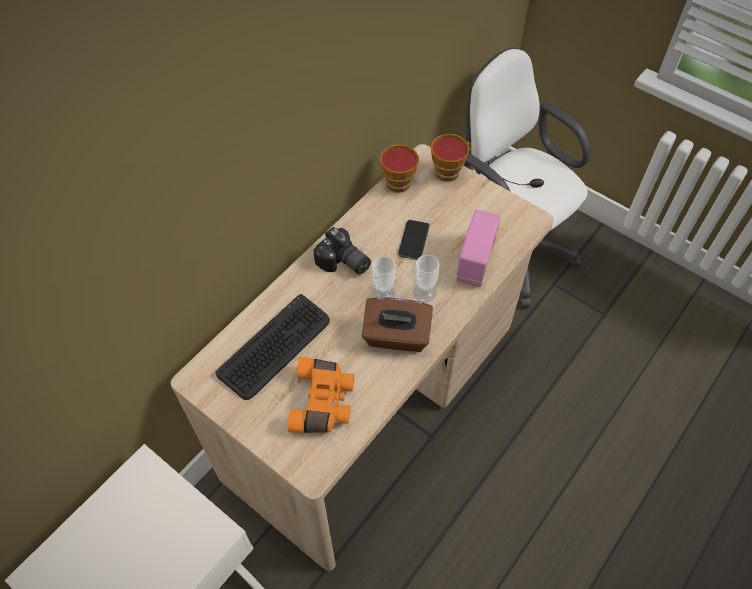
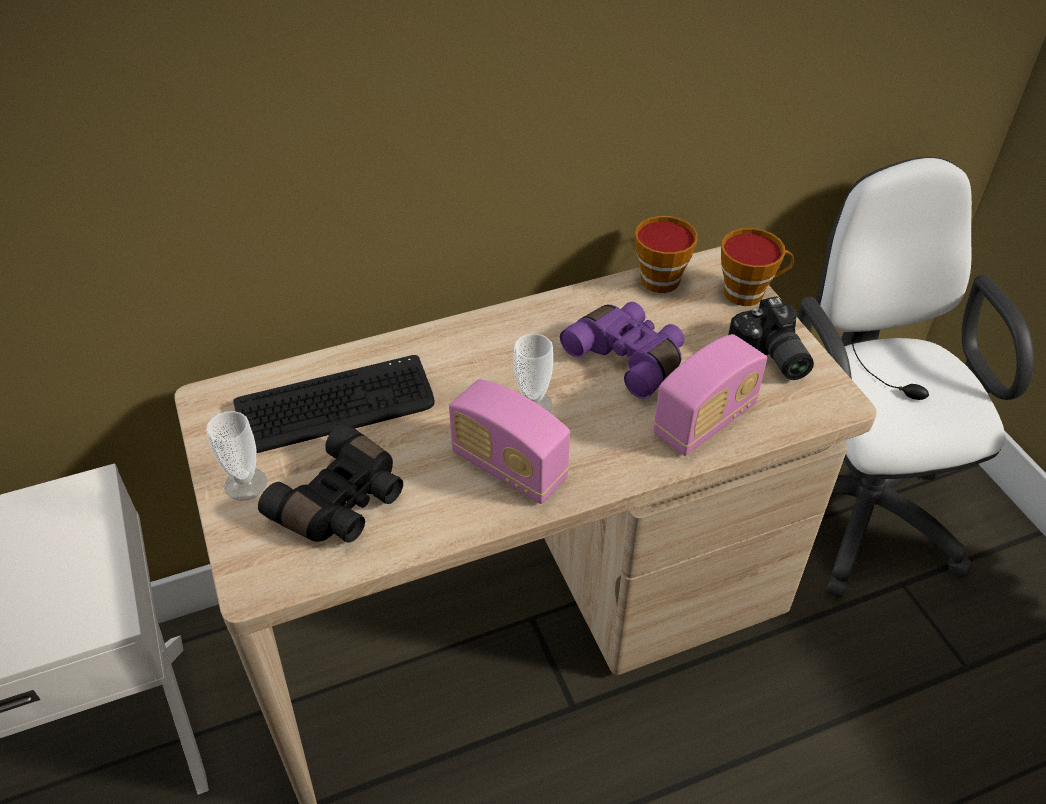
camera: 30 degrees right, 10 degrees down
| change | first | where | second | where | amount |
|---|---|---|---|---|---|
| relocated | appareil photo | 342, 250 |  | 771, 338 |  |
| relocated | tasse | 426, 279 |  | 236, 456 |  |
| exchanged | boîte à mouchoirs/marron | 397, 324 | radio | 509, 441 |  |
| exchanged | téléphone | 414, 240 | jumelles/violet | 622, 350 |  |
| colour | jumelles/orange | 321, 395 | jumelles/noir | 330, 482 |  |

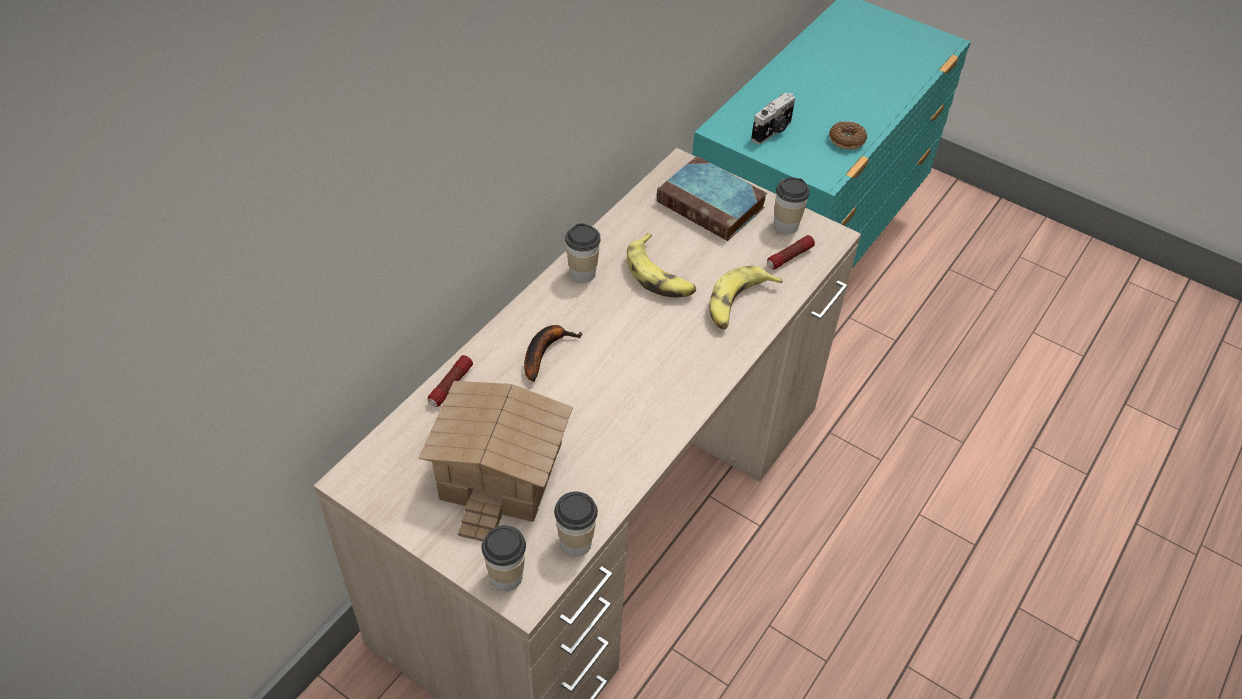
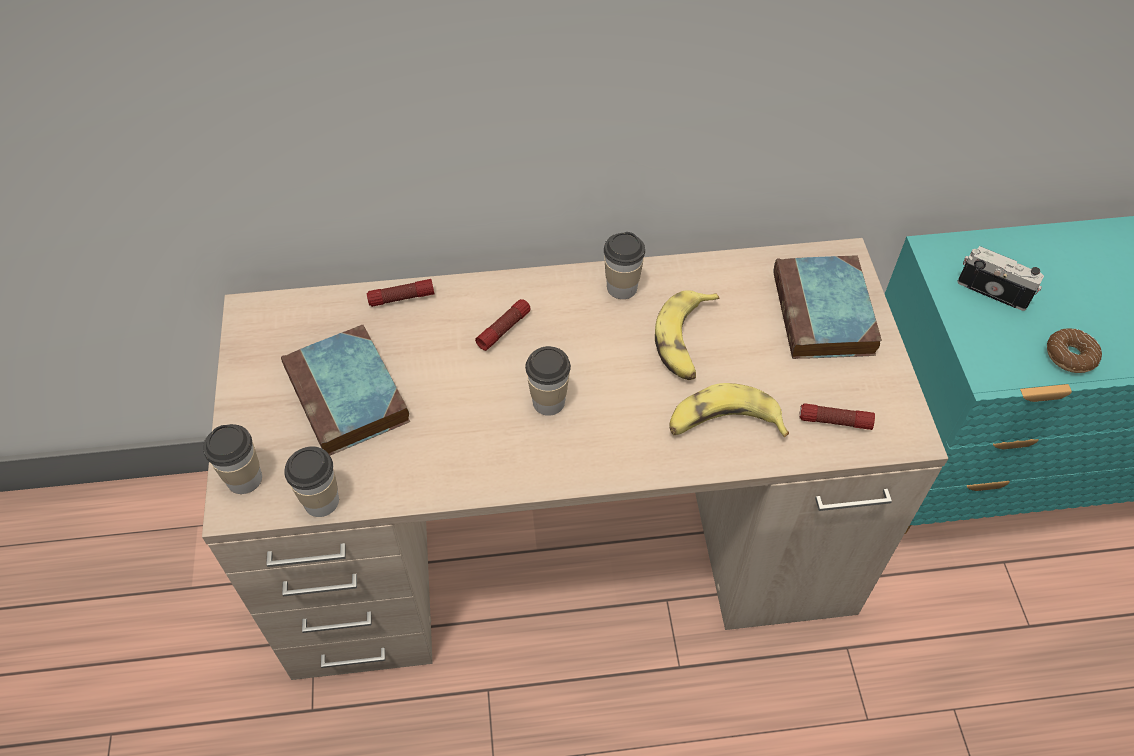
camera: 50 degrees right, 5 degrees up
| change | first | where | second | where | amount |
|---|---|---|---|---|---|
| relocated | tasse | 792, 205 |  | 548, 381 |  |
| exchanged | maison miniature | 495, 461 | livre | 345, 390 |  |
| exchanged | banane | 553, 353 | lampe de poche | 502, 325 |  |
| spun | appareil photo | 773, 118 |  | 1000, 278 | 150 degrees counterclockwise |

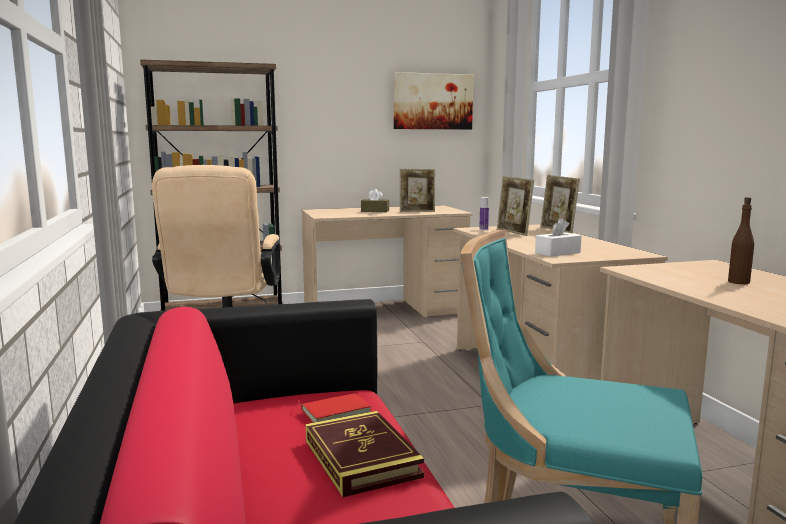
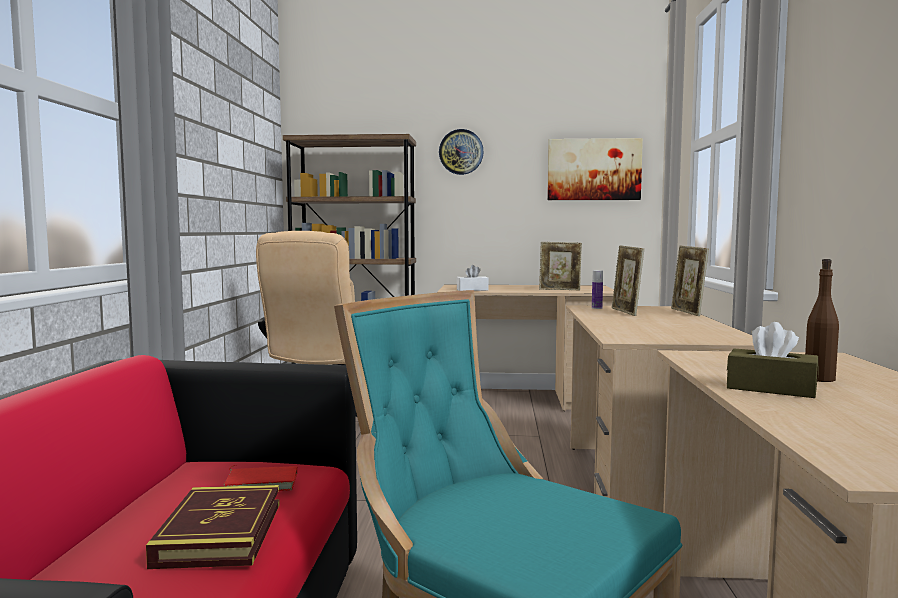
camera: 20 degrees right, 5 degrees down
| change | first | where | second | where | amount |
|---|---|---|---|---|---|
| appeared |  |  | horloge murale | 461, 152 |  |
| relocated | boîte à mouchoirs/marron | 375, 200 |  | 773, 360 |  |
| relocated | boîte à mouchoirs/blanc | 558, 237 |  | 473, 278 |  |

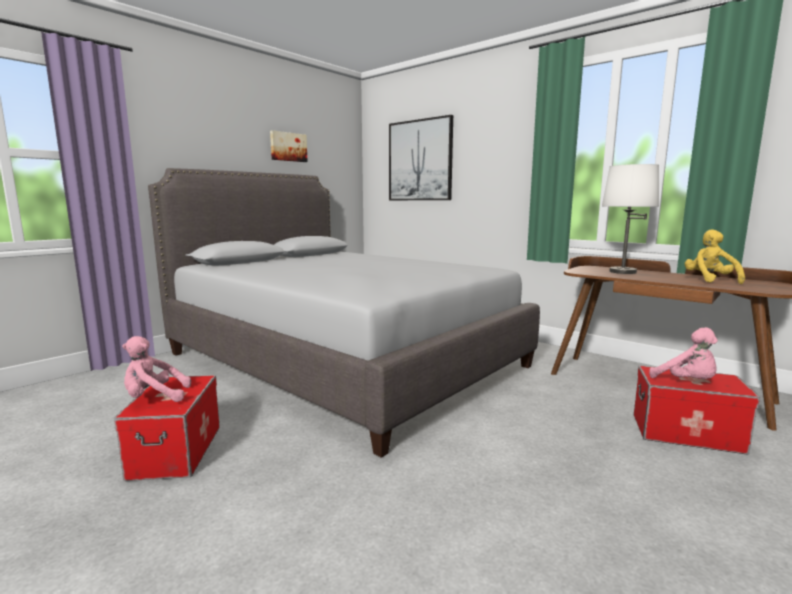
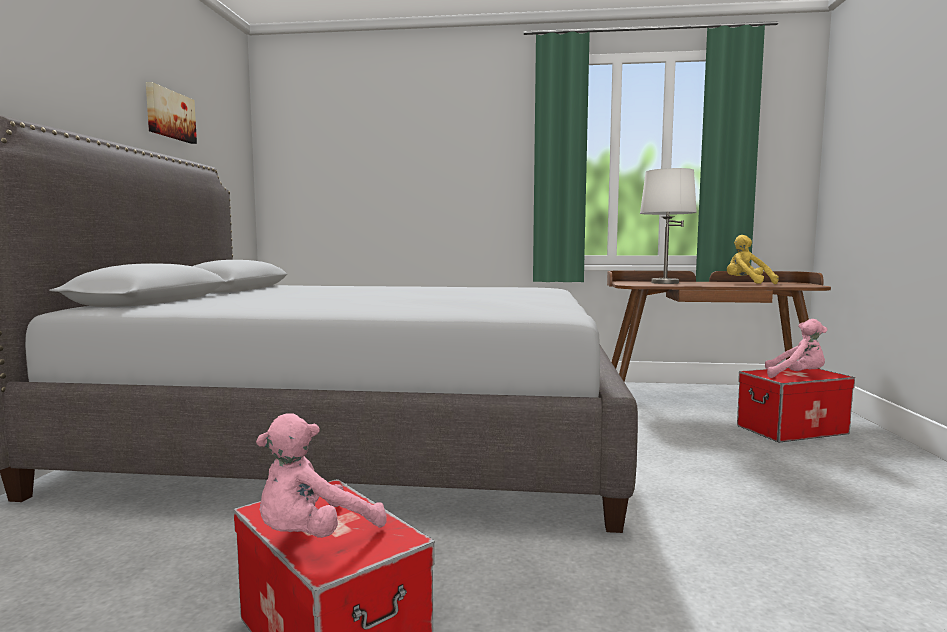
camera: 35 degrees left, 5 degrees down
| change | first | where | second | where | amount |
|---|---|---|---|---|---|
| missing | tableau | 421, 157 |  |  |  |

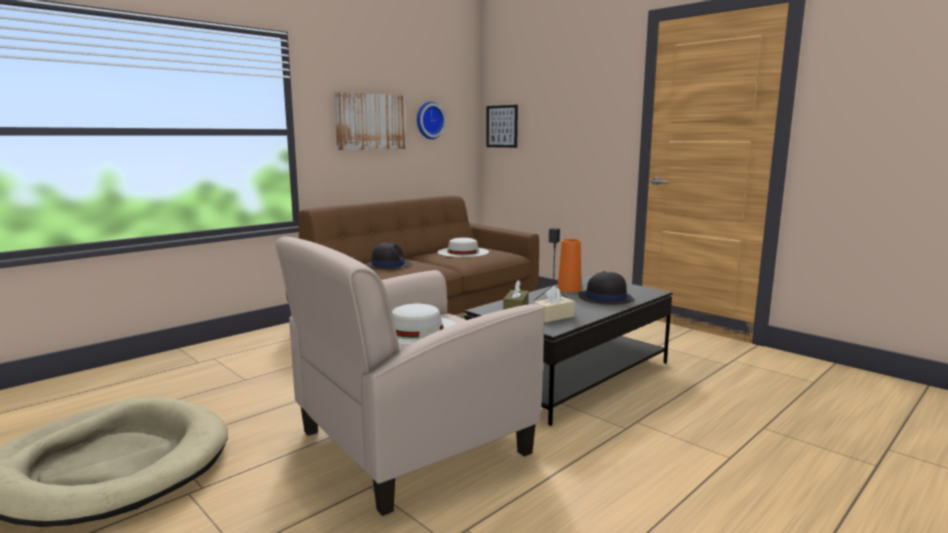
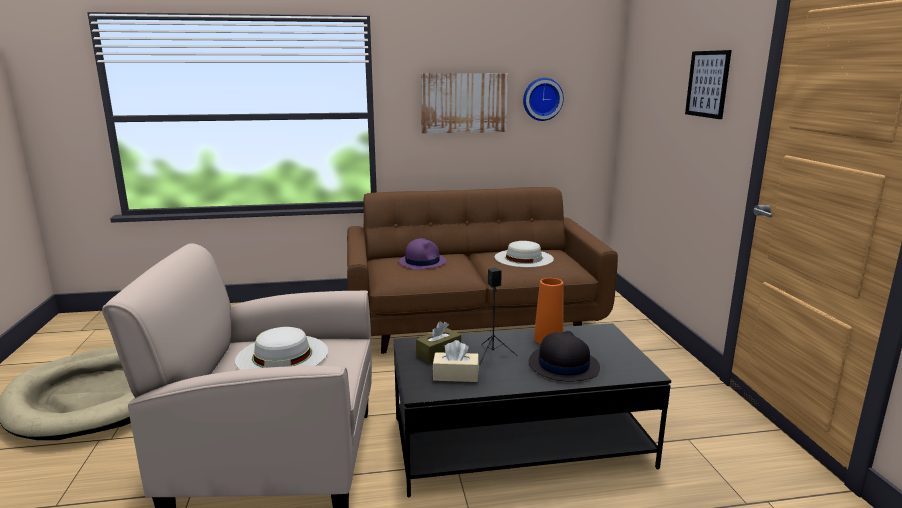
camera: 35 degrees right, 5 degrees up
| change | first | where | second | where | amount |
|---|---|---|---|---|---|
| relocated | tableau | 502, 126 |  | 708, 84 |  |
| colour | chapeau/noir | 388, 256 | chapeau/violet | 422, 254 |  |

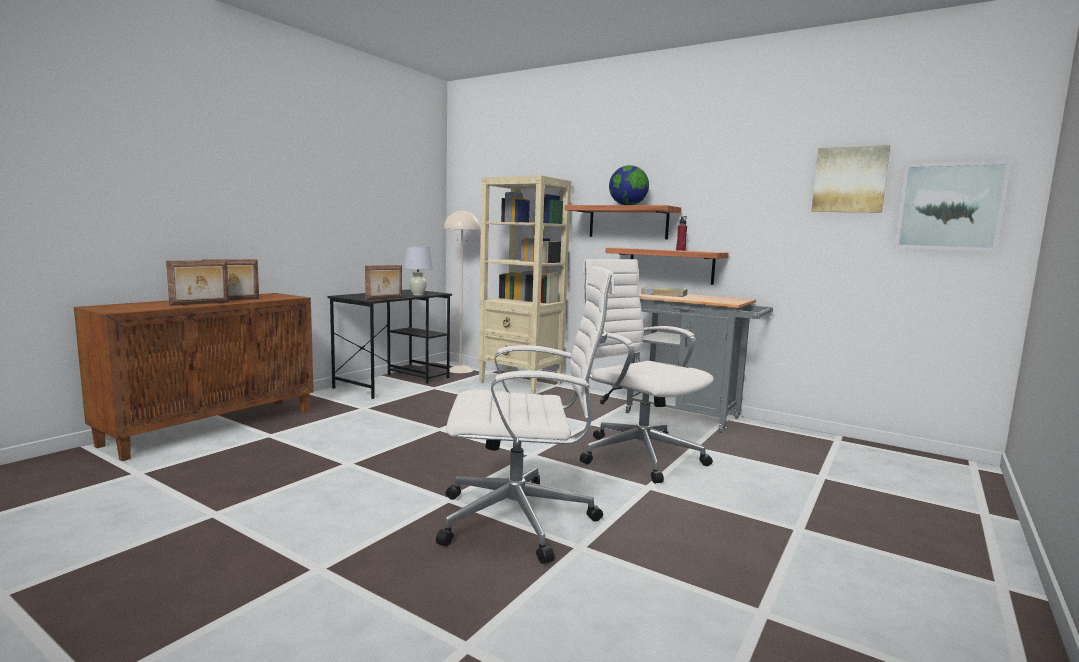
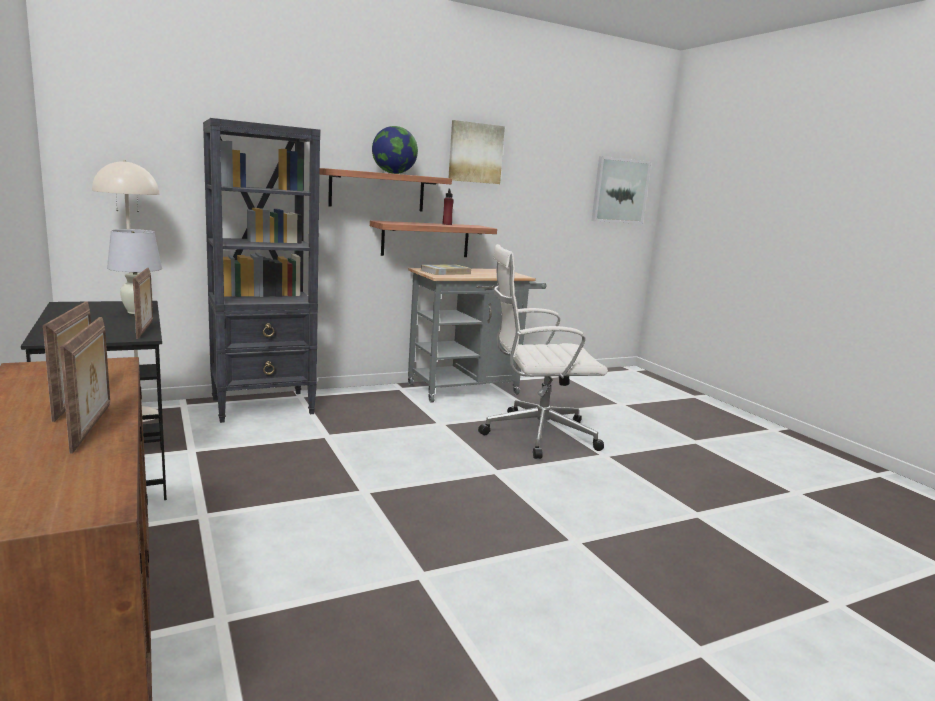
camera: 60 degrees left, 5 degrees up
| change | first | where | second | where | amount |
|---|---|---|---|---|---|
| missing | chaise de bureau/blanc | 525, 415 |  |  |  |
| relocated | tableau | 850, 178 |  | 476, 152 |  |
| colour | bibliothèque/beige | 524, 284 | bibliothèque/noir | 261, 270 |  |

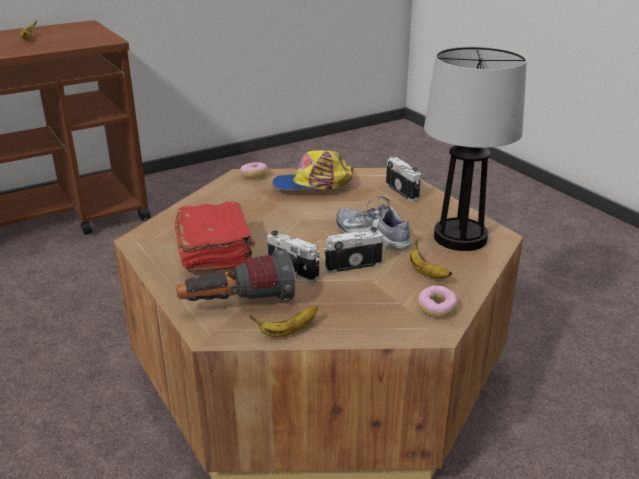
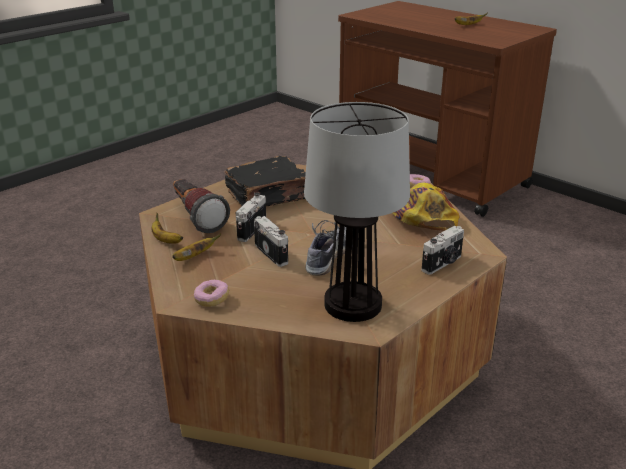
camera: 75 degrees right, 0 degrees up
| change | first | where | second | where | amount |
|---|---|---|---|---|---|
| relocated | banane | 431, 259 |  | 196, 247 |  |
| colour | livre/rouge | 215, 236 | livre/noir | 265, 181 |  |

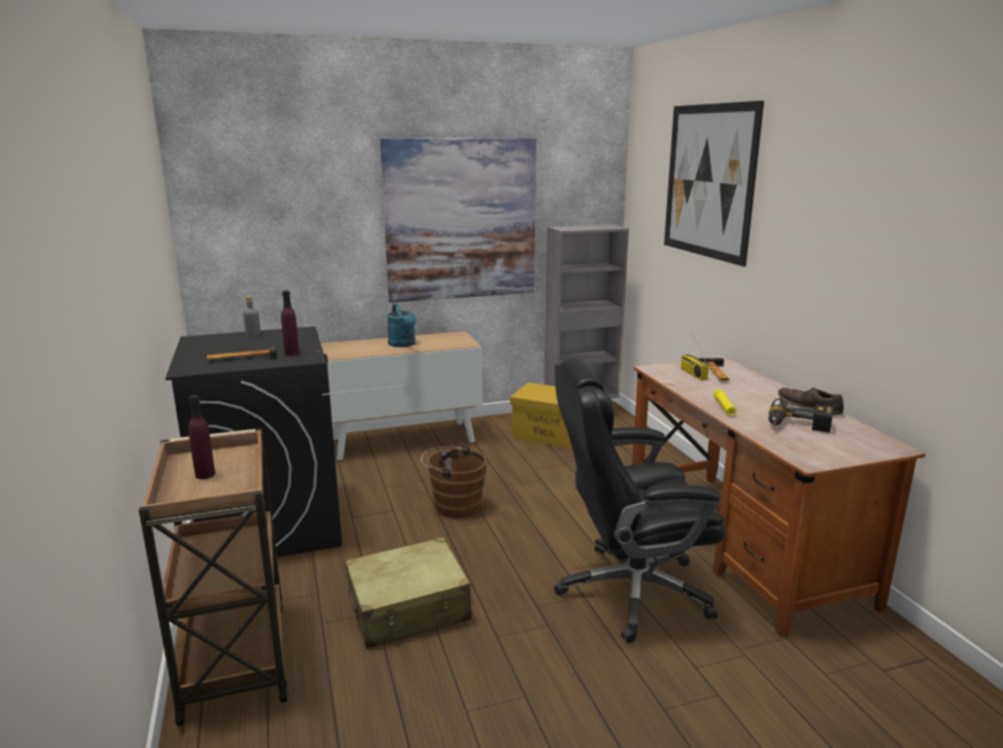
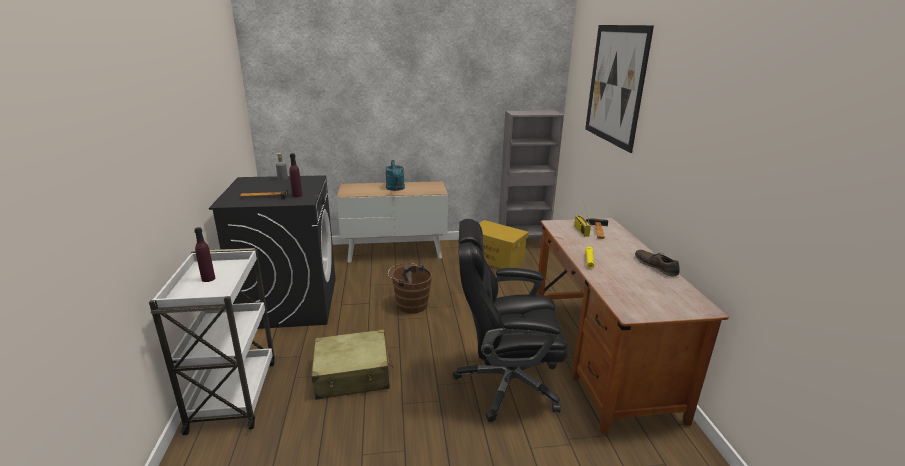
camera: 10 degrees right, 5 degrees up
| change | first | where | second | where | amount |
|---|---|---|---|---|---|
| missing | tableau | 458, 220 |  |  |  |
| missing | perceuse | 801, 415 |  |  |  |
| colour | chariot/marron | 213, 577 | chariot/blanc | 212, 341 |  |

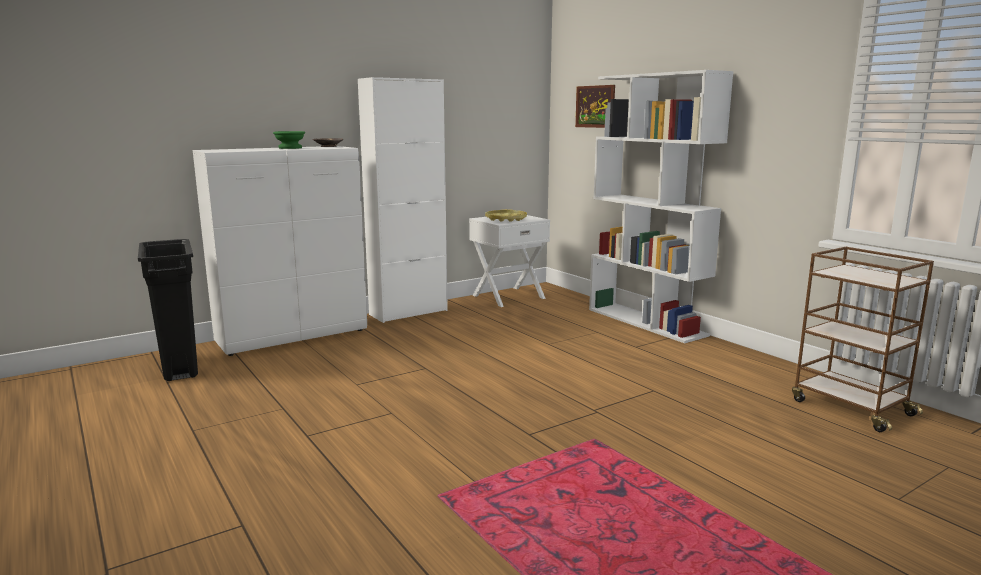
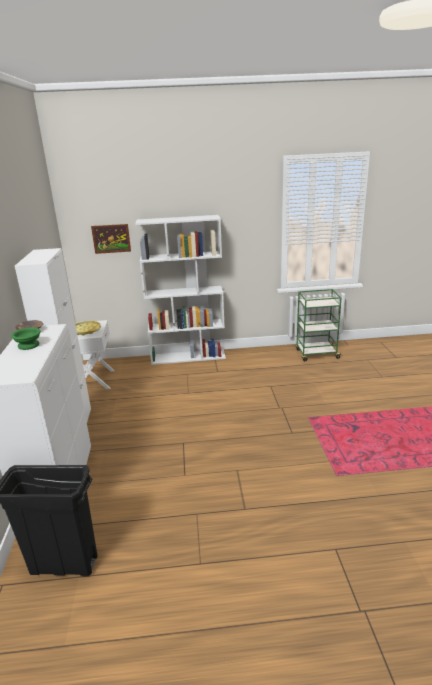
camera: 60 degrees left, 10 degrees up
| change | first | where | second | where | amount |
|---|---|---|---|---|---|
| colour | chariot/marron | 863, 339 | chariot/vert | 318, 325 |  |

